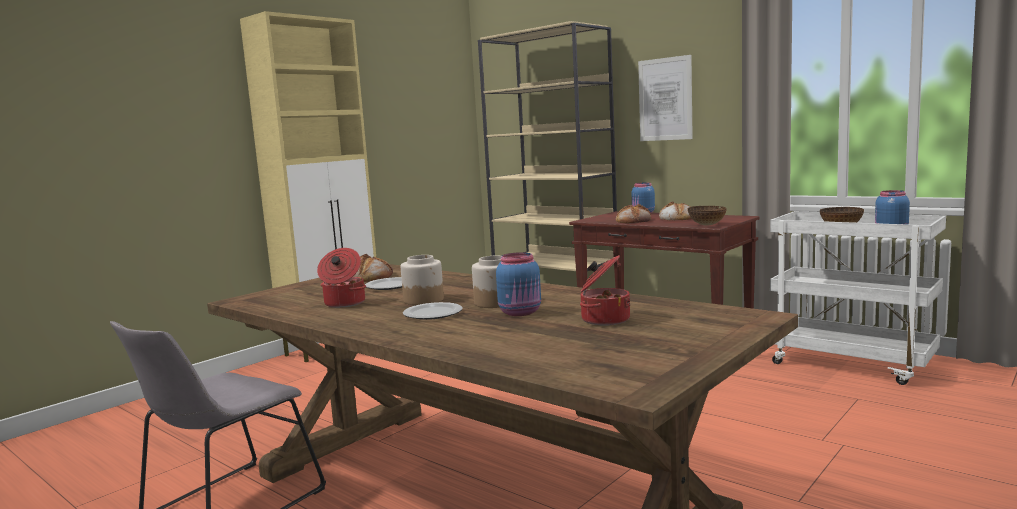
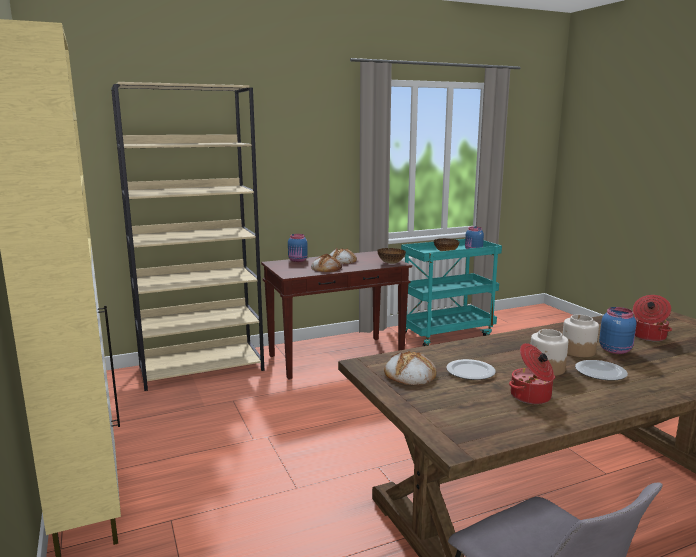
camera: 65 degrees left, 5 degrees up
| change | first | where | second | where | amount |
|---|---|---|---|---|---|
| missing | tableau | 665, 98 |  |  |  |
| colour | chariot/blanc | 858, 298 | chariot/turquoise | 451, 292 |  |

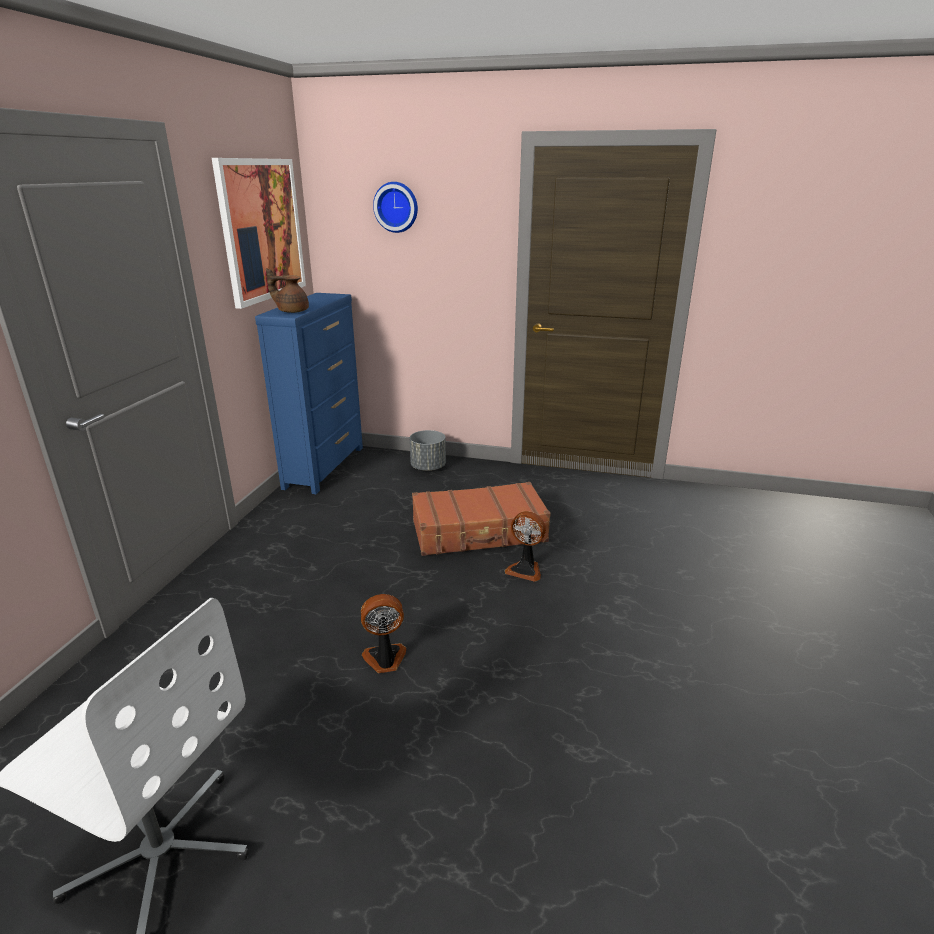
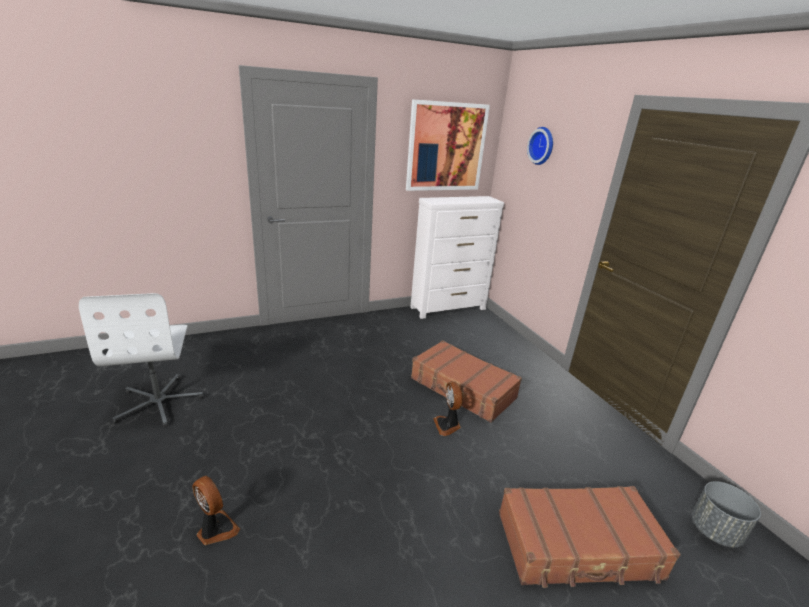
camera: 50 degrees right, 0 degrees up
| change | first | where | second | where | amount |
|---|---|---|---|---|---|
| missing | théière/marron | 287, 290 |  |  |  |
| appeared |  |  | valise/marron | 590, 537 |  |
| relocated | ventilateur | 384, 633 |  | 216, 510 |  |
| relocated | cache-pot/gris | 428, 450 |  | 726, 514 |  |
| colour | commode/bleu | 309, 393 | commode/blanc | 457, 257 |  |

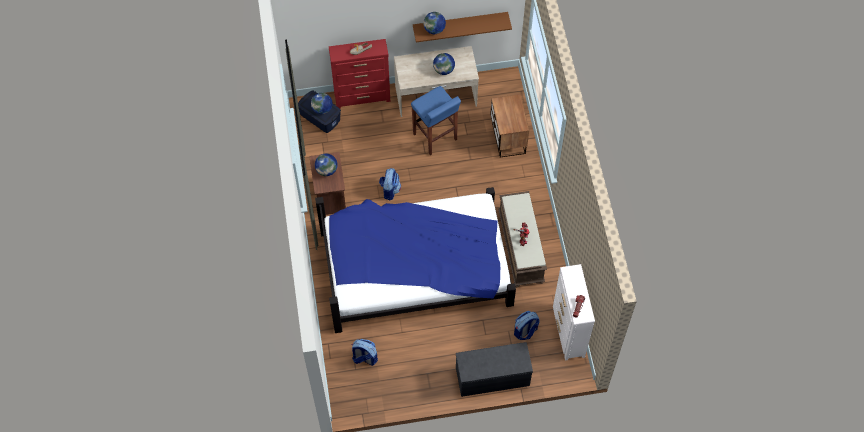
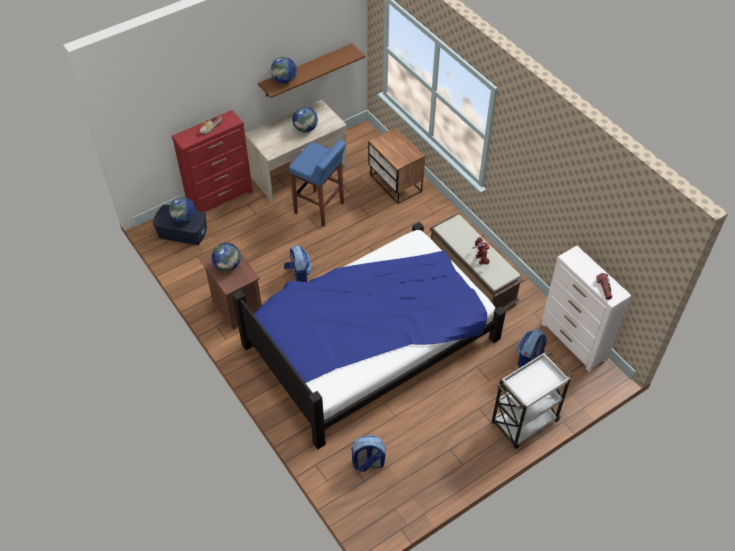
camera: 25 degrees left, 10 degrees down
| change | first | where | second | where | amount |
|---|---|---|---|---|---|
| exchanged | banc/gris | 494, 369 | chariot/blanc | 532, 400 |  |

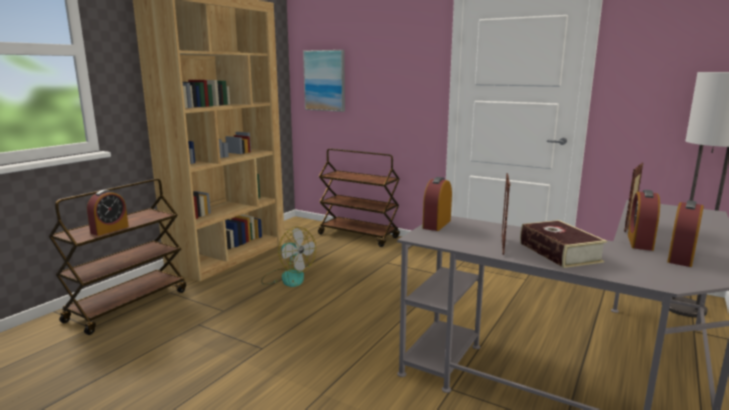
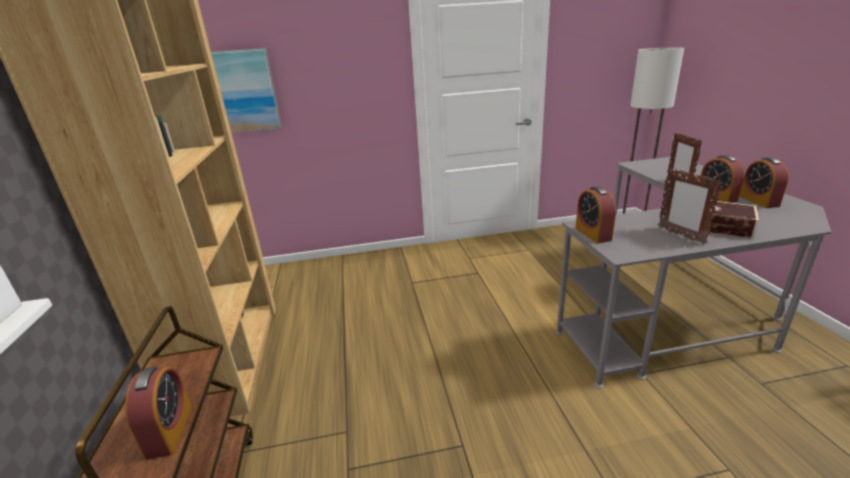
camera: 40 degrees left, 10 degrees up
| change | first | where | second | where | amount |
|---|---|---|---|---|---|
| missing | ventilateur | 288, 257 |  |  |  |
| missing | chariot/marron | 359, 198 |  |  |  |

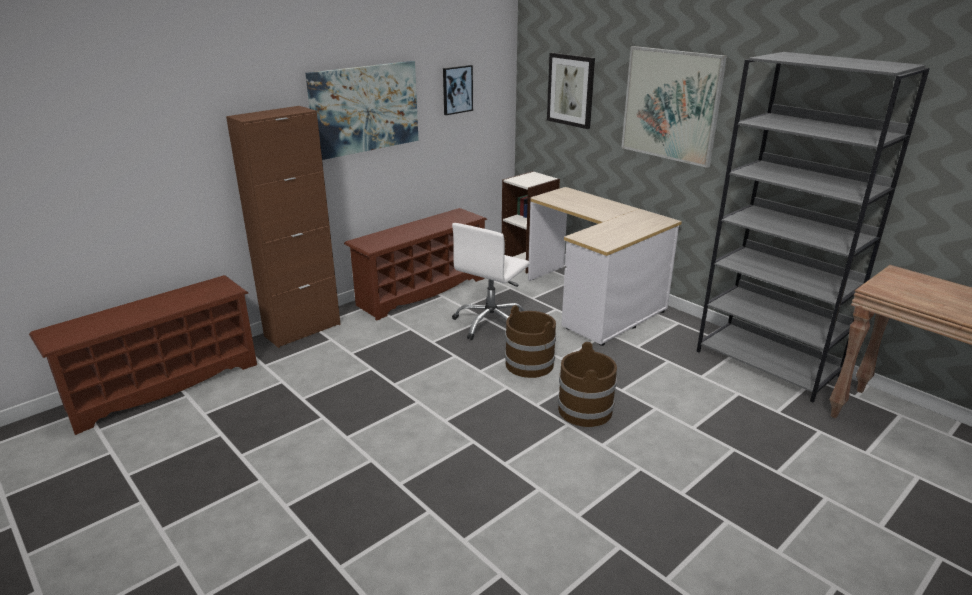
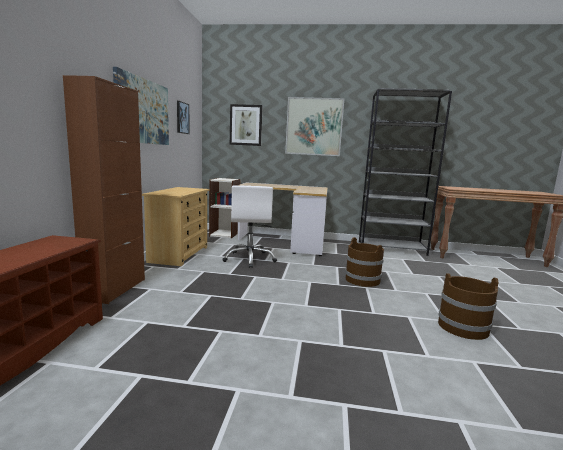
camera: 40 degrees left, 15 degrees down
| change | first | where | second | where | amount |
|---|---|---|---|---|---|
| relocated | seau/marron | 530, 341 |  | 468, 306 |  |
| exchanged | étagère à chaussures/marron | 415, 264 | commode/beige | 175, 226 |  |

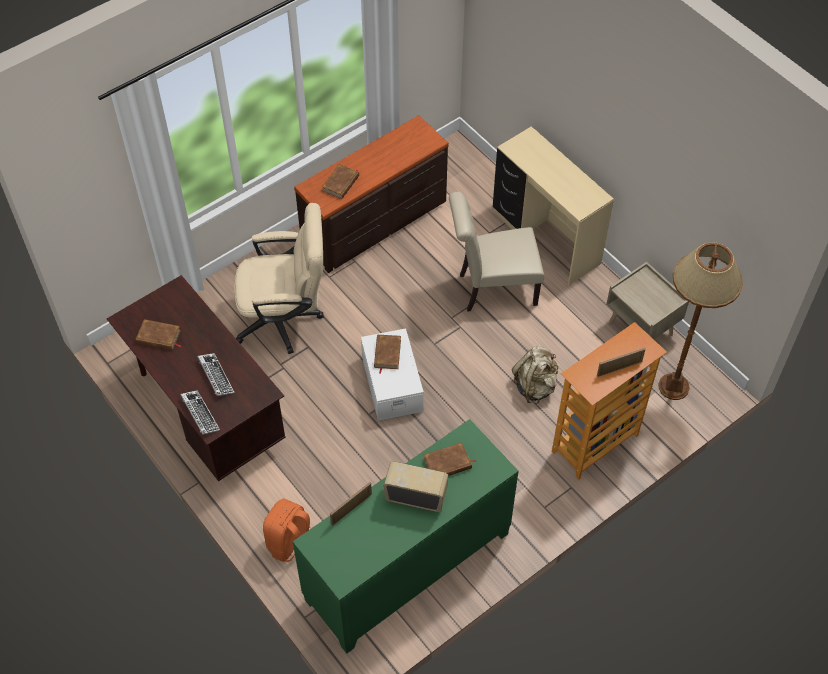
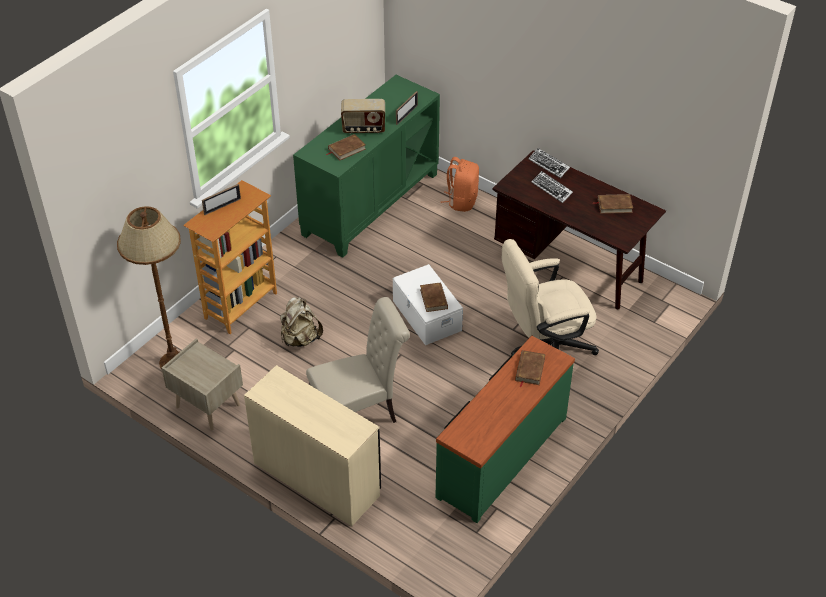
camera: 165 degrees right, 10 degrees down
| change | first | where | second | where | amount |
|---|---|---|---|---|---|
| colour | commode/marron | 371, 194 | commode/vert | 505, 429 |  |

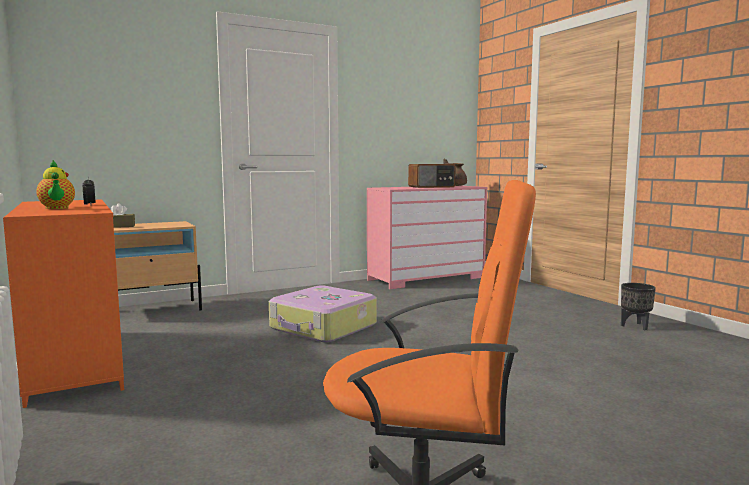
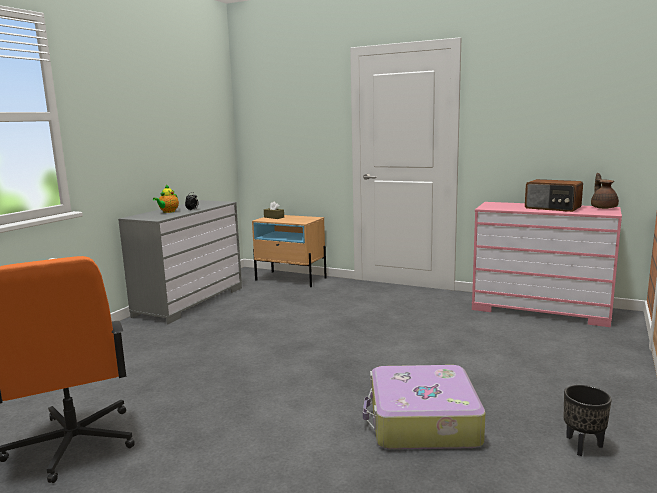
camera: 55 degrees right, 5 degrees up
| change | first | where | second | where | amount |
|---|---|---|---|---|---|
| relocated | valise | 323, 313 |  | 424, 407 |  |
| colour | commode/orange | 63, 303 | commode/gris | 180, 262 |  |

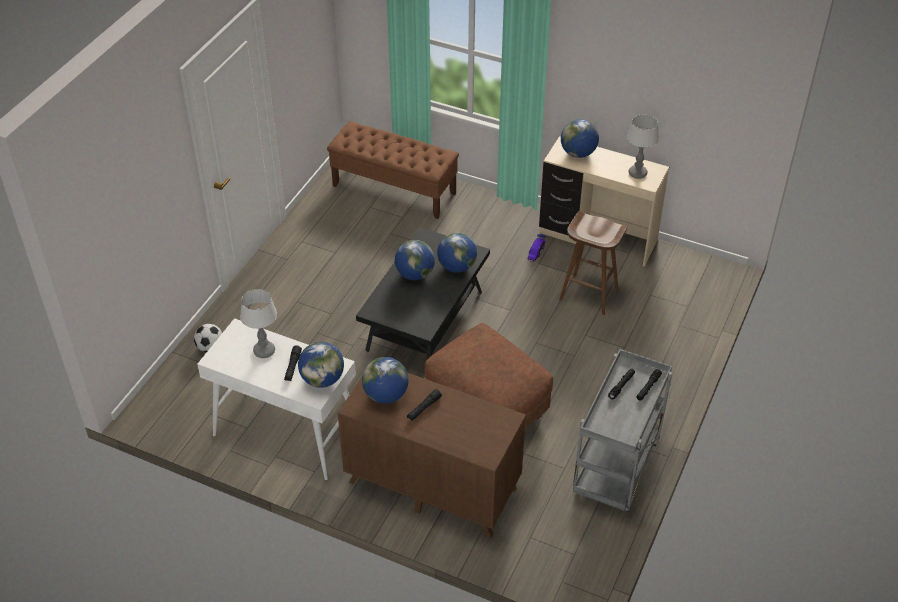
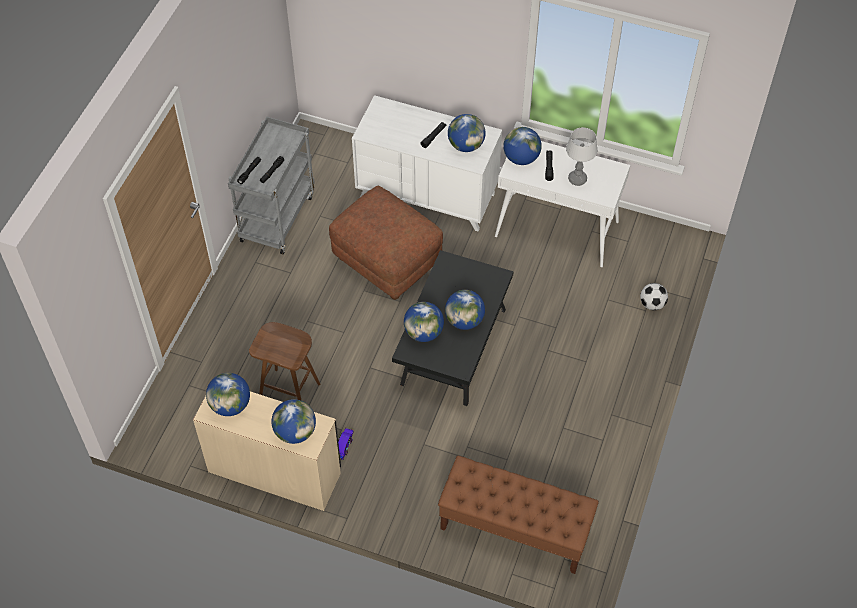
camera: 175 degrees right, 10 degrees up
| change | first | where | second | where | amount |
|---|---|---|---|---|---|
| exchanged | lampe de table | 643, 146 | globe | 228, 394 |  |
| colour | commode/marron | 432, 455 | commode/blanc | 427, 163 |  |

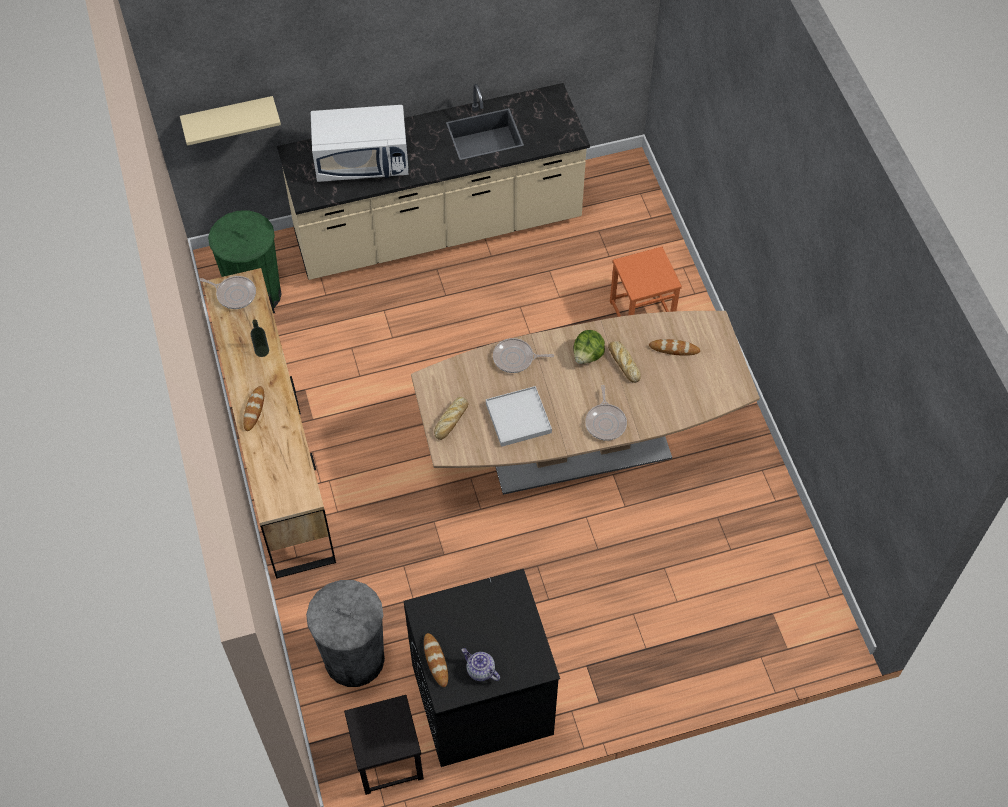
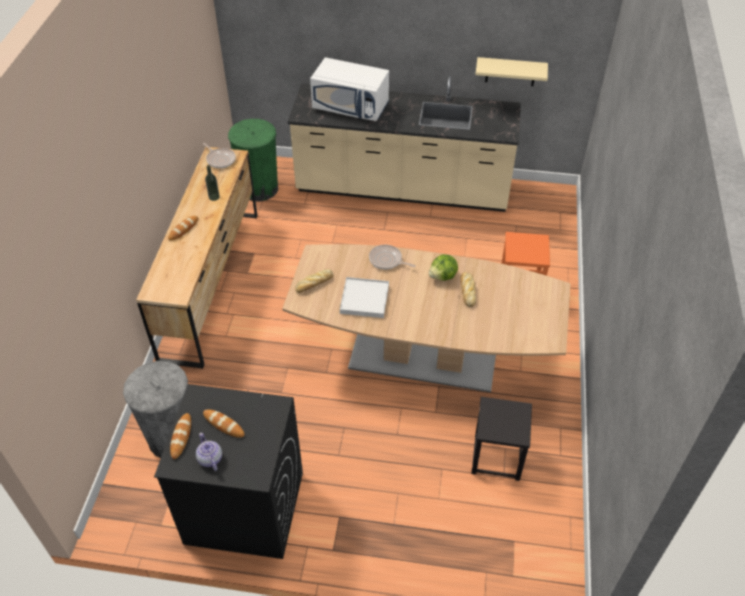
camera: 25 degrees right, 10 degrees down
| change | first | where | second | where | amount |
|---|---|---|---|---|---|
| missing | poêle | 606, 413 |  |  |  |
| relocated | étagère/beige | 230, 121 |  | 511, 71 |  |
| relocated | tabouret/noir | 384, 745 |  | 501, 439 |  |
| relocated | pain | 674, 347 |  | 224, 423 |  |

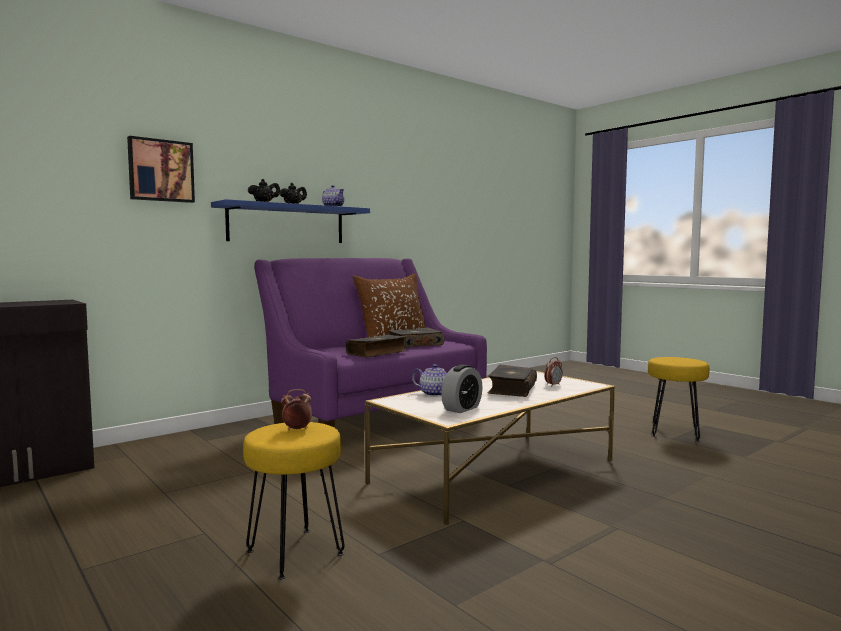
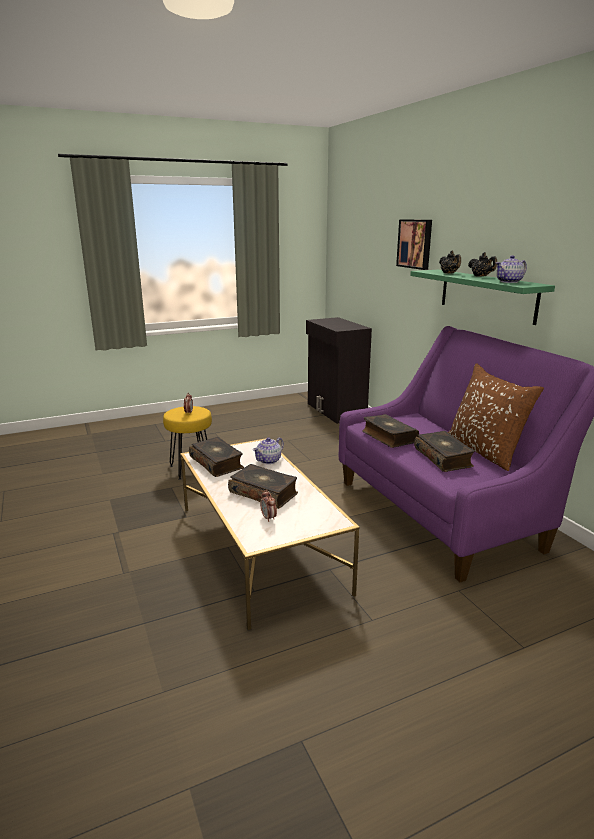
camera: 105 degrees right, 15 degrees up
| change | first | where | second | where | amount |
|---|---|---|---|---|---|
| missing | tabouret/jaune | 679, 399 |  |  |  |
| exchanged | réveil | 461, 388 | livre | 216, 457 |  |
| colour | étagère/bleu | 290, 221 | étagère/vert | 482, 297 |  |

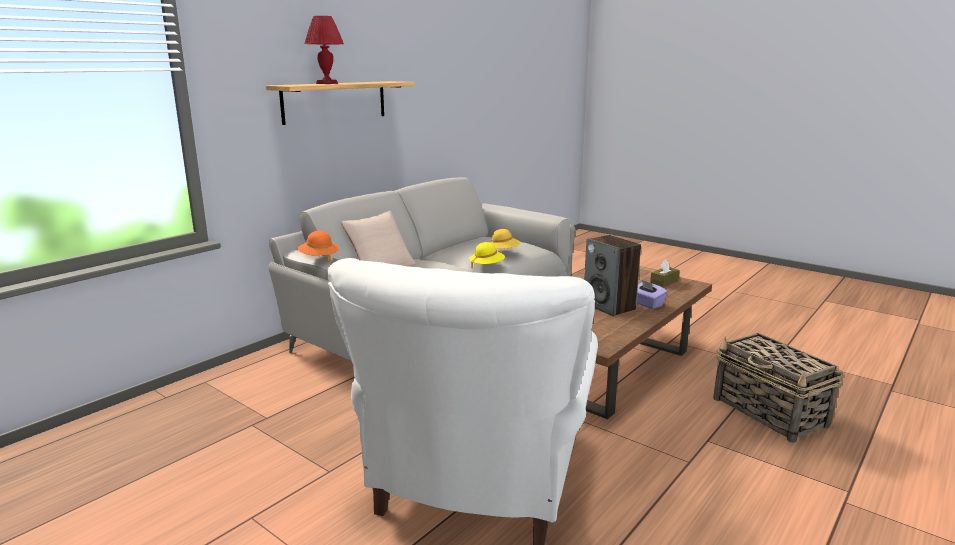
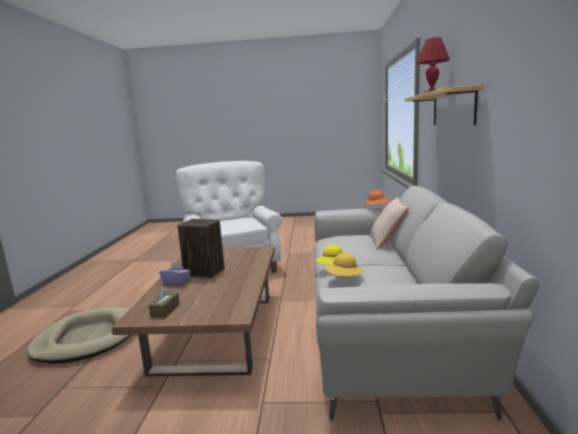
camera: 145 degrees right, 5 degrees down
| change | first | where | second | where | amount |
|---|---|---|---|---|---|
| exchanged | panier | 778, 388 | panier pour chien/beige | 79, 336 |  |

